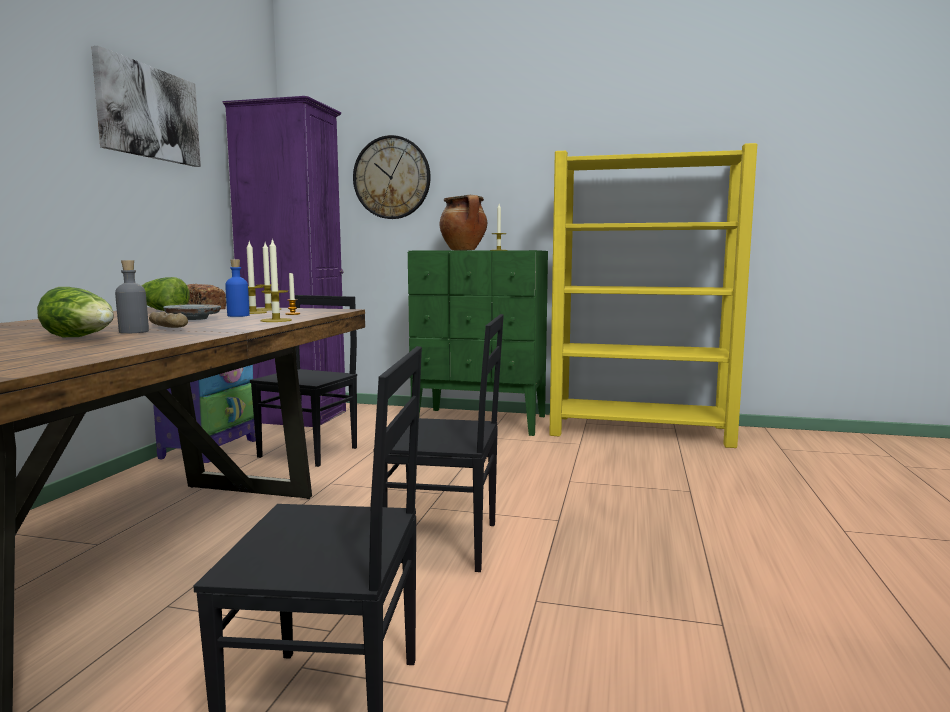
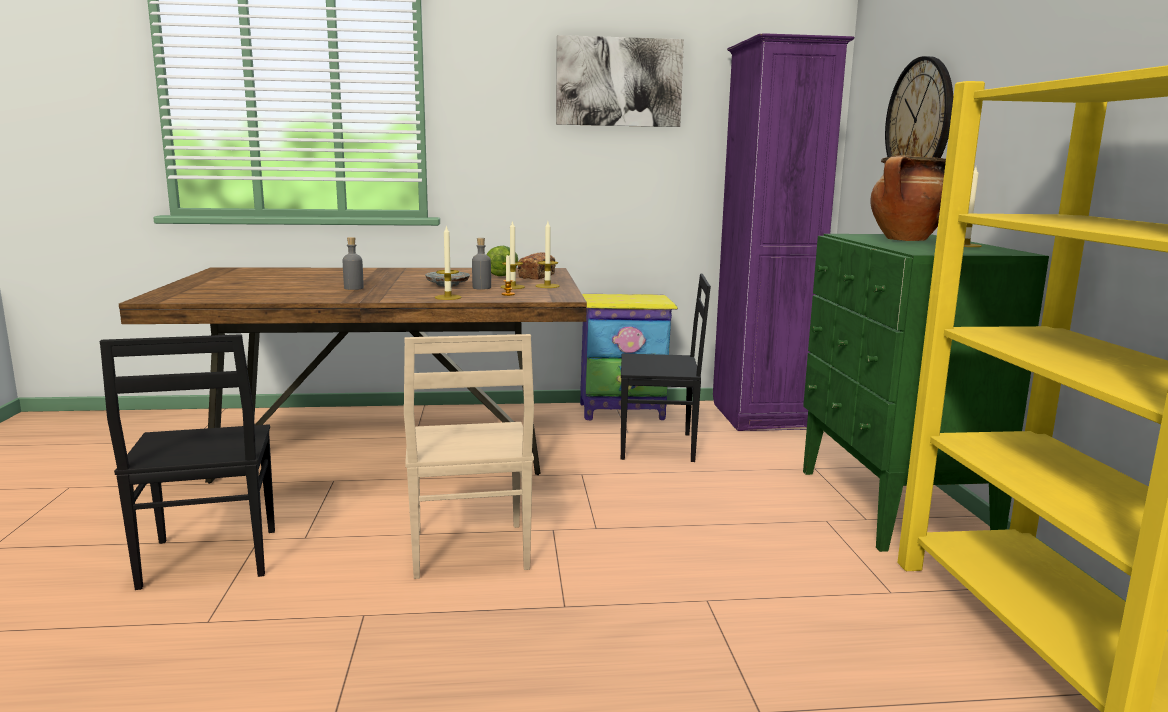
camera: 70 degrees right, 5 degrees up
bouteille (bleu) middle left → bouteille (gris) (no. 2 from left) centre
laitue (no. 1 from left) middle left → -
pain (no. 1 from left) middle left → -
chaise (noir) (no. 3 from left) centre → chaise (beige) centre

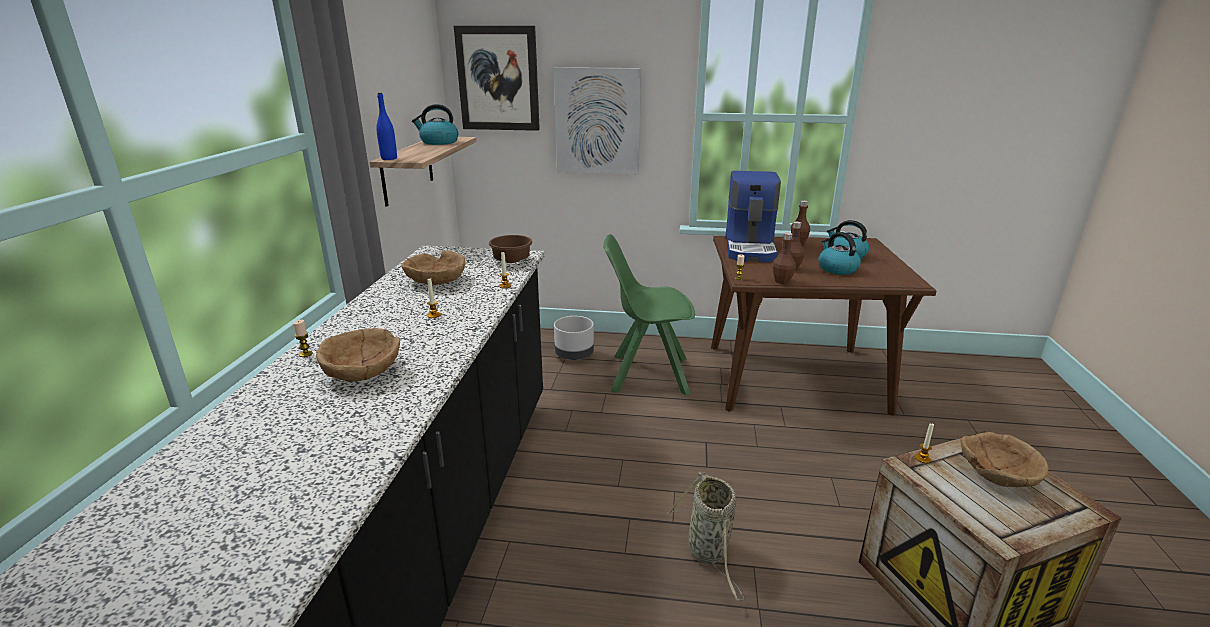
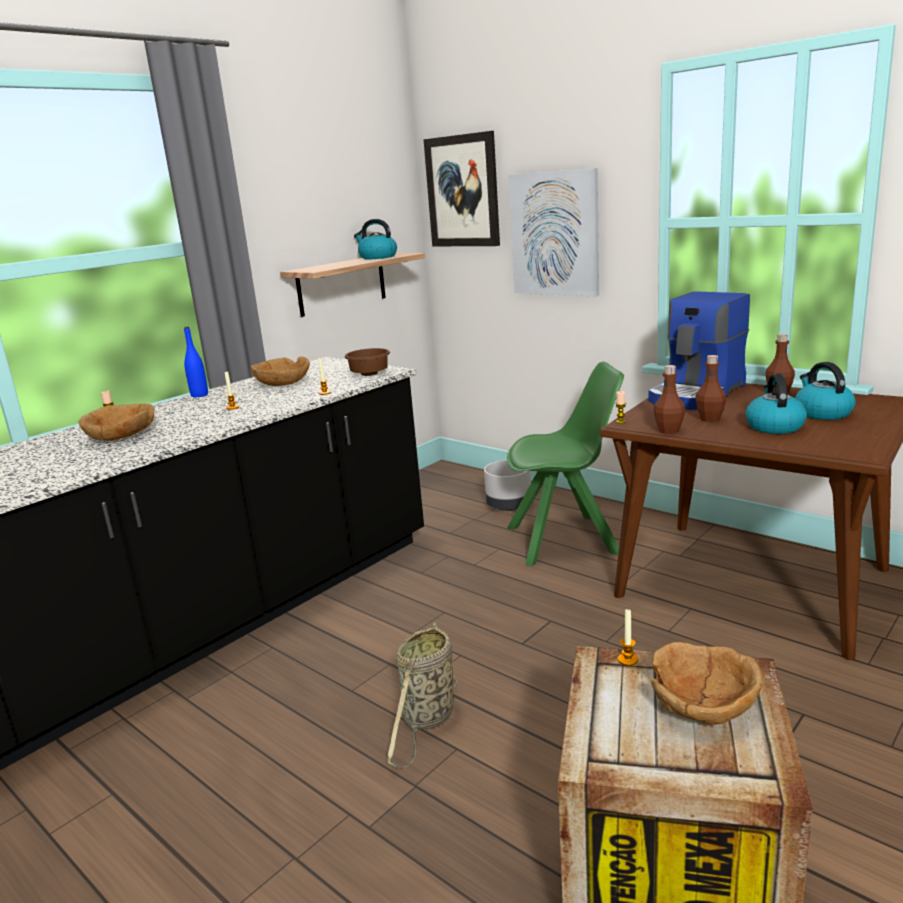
camera: 35 degrees right, 5 degrees down
bouteille (bleu) top left → bouteille (bleu) middle left, relocated
chaise (vert) centre, 135 degrees clockwise

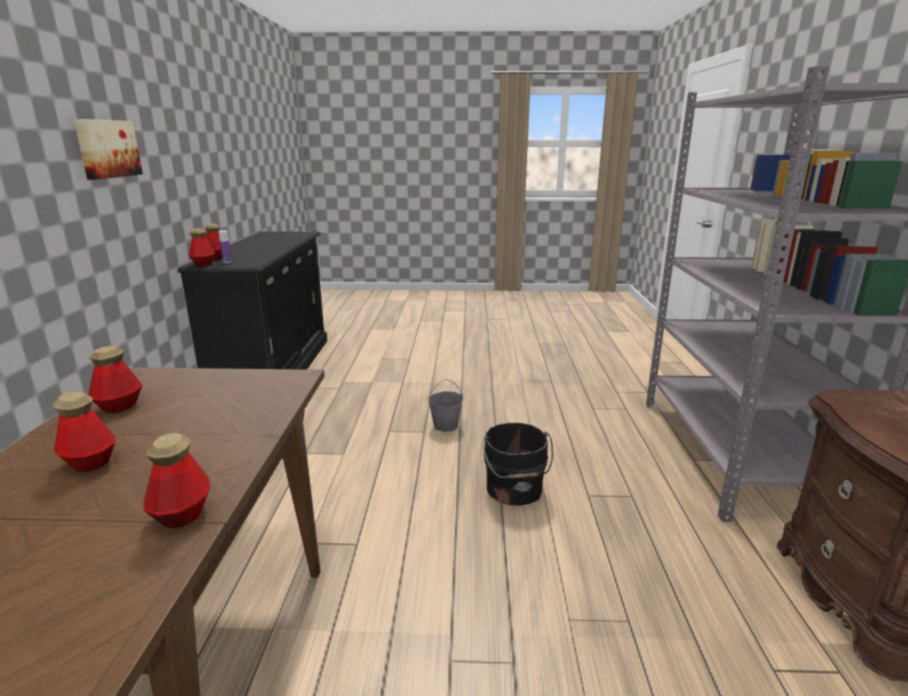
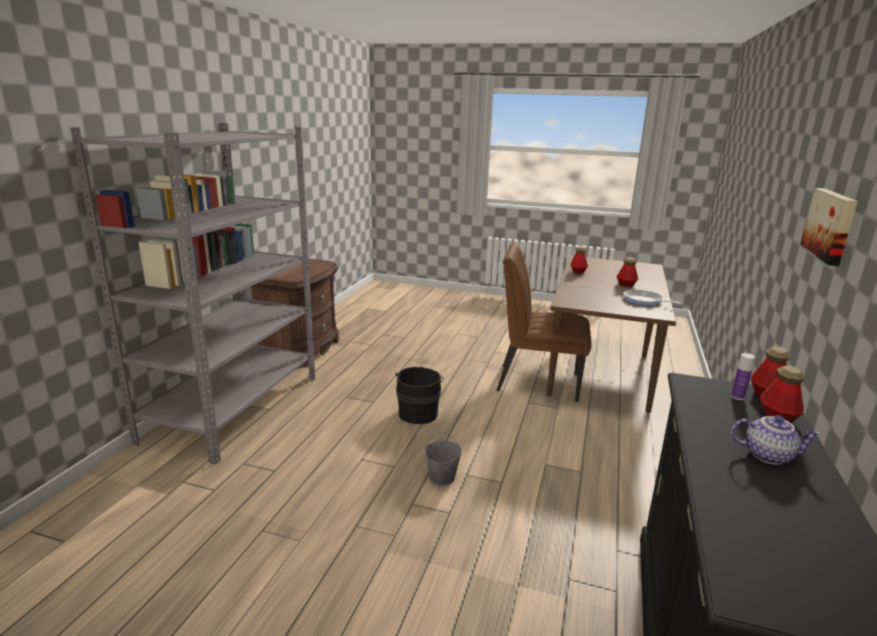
camera: 165 degrees left, 0 degrees up
bouteille (no. 2 from left) middle left → poêle middle right
- → chaise (marron) centre
- → théière bottom right

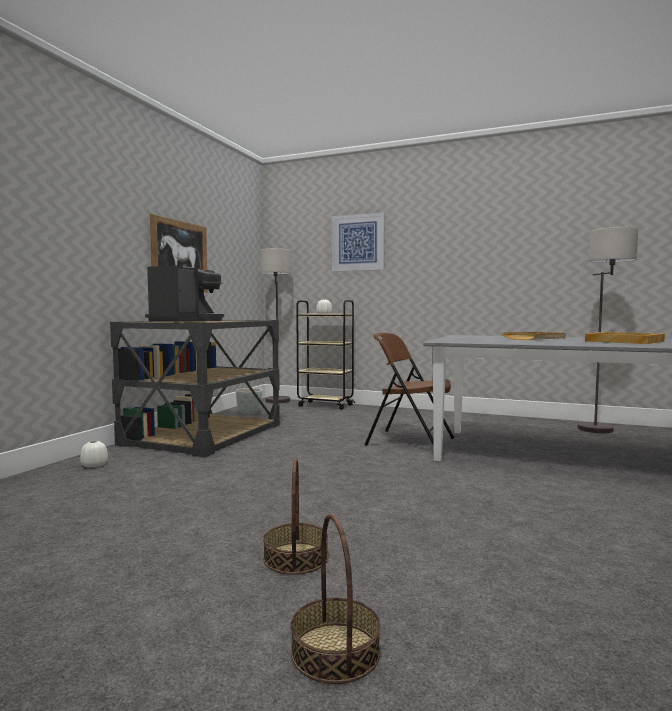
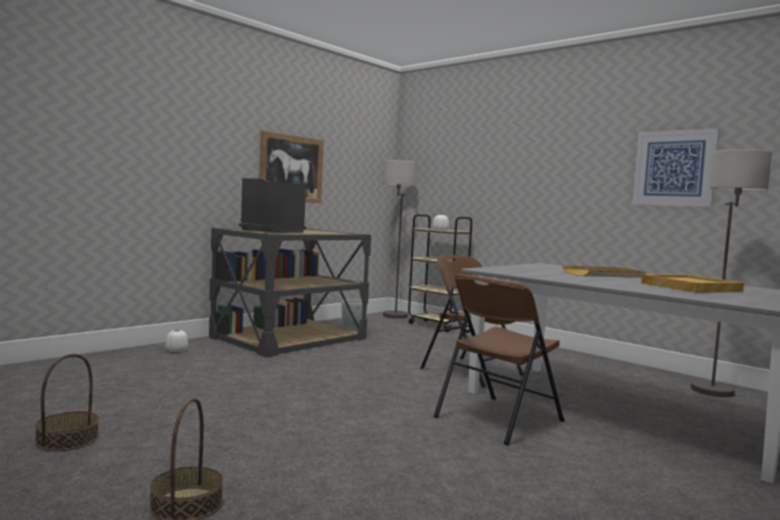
camera: 20 degrees right, 0 degrees up
tableau (no. 2 from left) centre → tableau (no. 2 from left) top right, relocated
machine à café middle left → machine à café centre, 105 degrees counterclockwise
panier (no. 1 from left) bottom centre → panier (no. 1 from left) bottom left, relocated
- → chaise (marron) (no. 2 from left) bottom centre

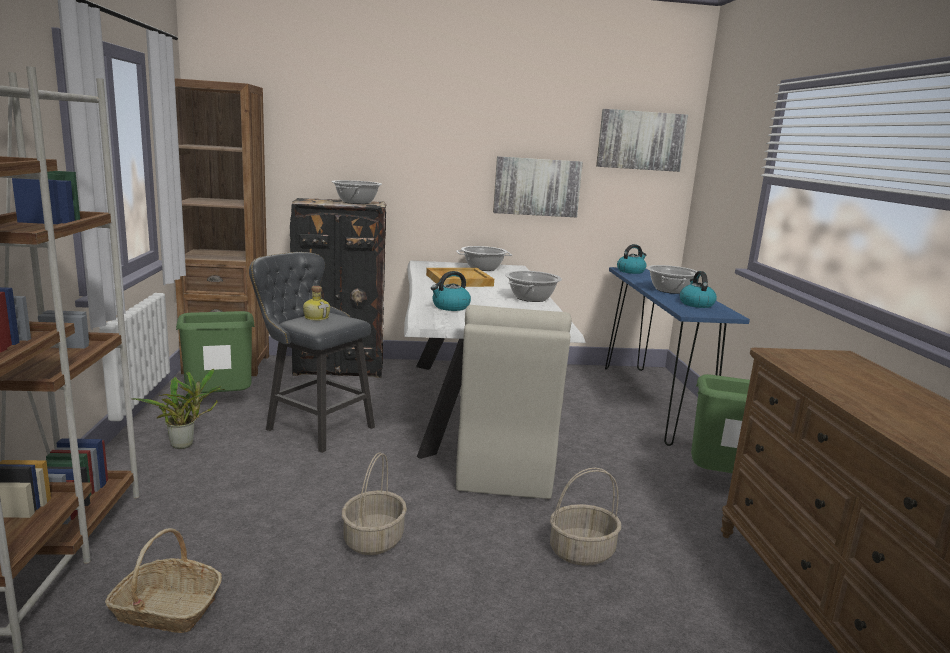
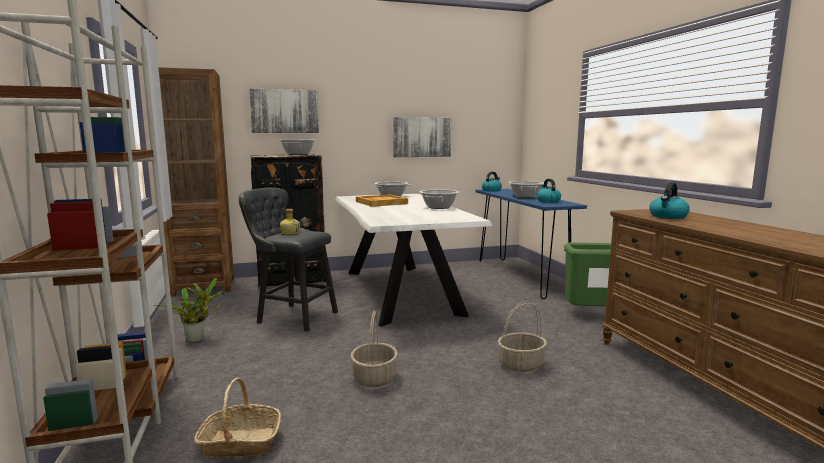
camera: 10 degrees left, 5 degrees down
tableau (no. 2 from left in the first image) top right → tableau (no. 1 from left) top centre, relocated
bouilloire (no. 1 from left in the first image) centre → bouilloire (no. 3 from left) middle right, relocated
chaise (beige) centre → -
poubelle (vert) (no. 1 from left) middle left → -

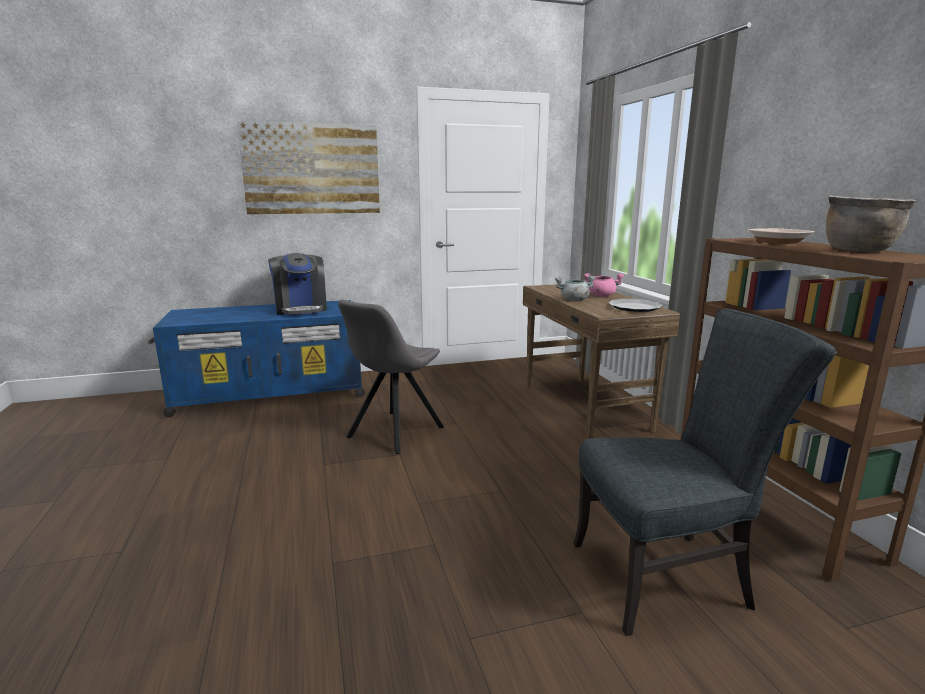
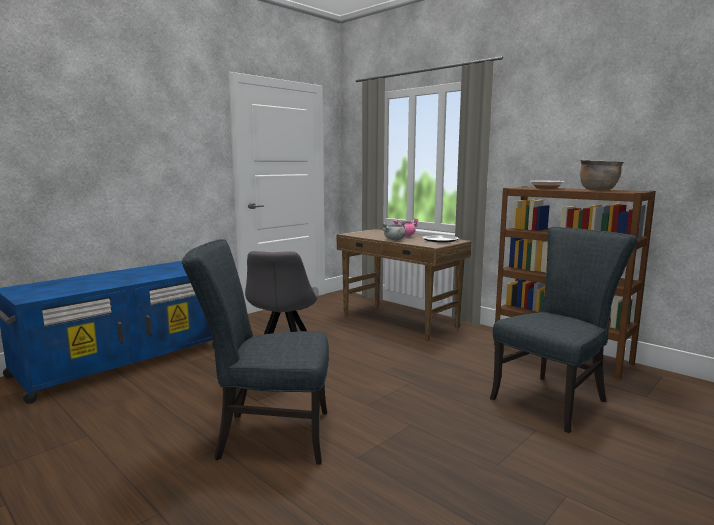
camera: 30 degrees left, 5 degrees down
tableau top left → -
machine à café middle left → -
- → chaise (gris) (no. 1 from left) bottom centre

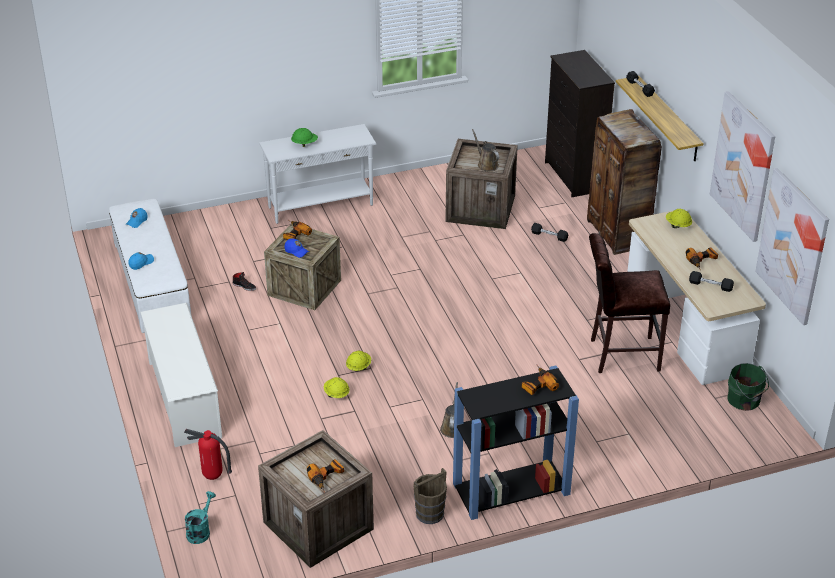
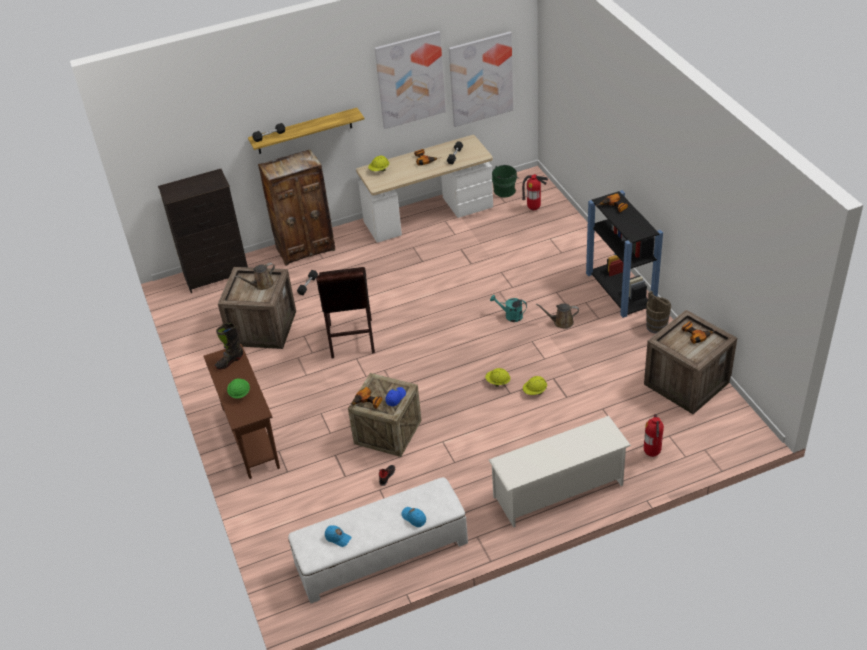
camera: 90 degrees left, 5 degrees up
table console (blanc) top centre → table console (marron) middle left
tabouret (marron) middle right → tabouret (marron) centre, relocated
arrosoir (turquoise) bottom left → arrosoir (turquoise) centre, relocated
- → extincteur (no. 1 from left) top centre
- → botte (noir) middle left

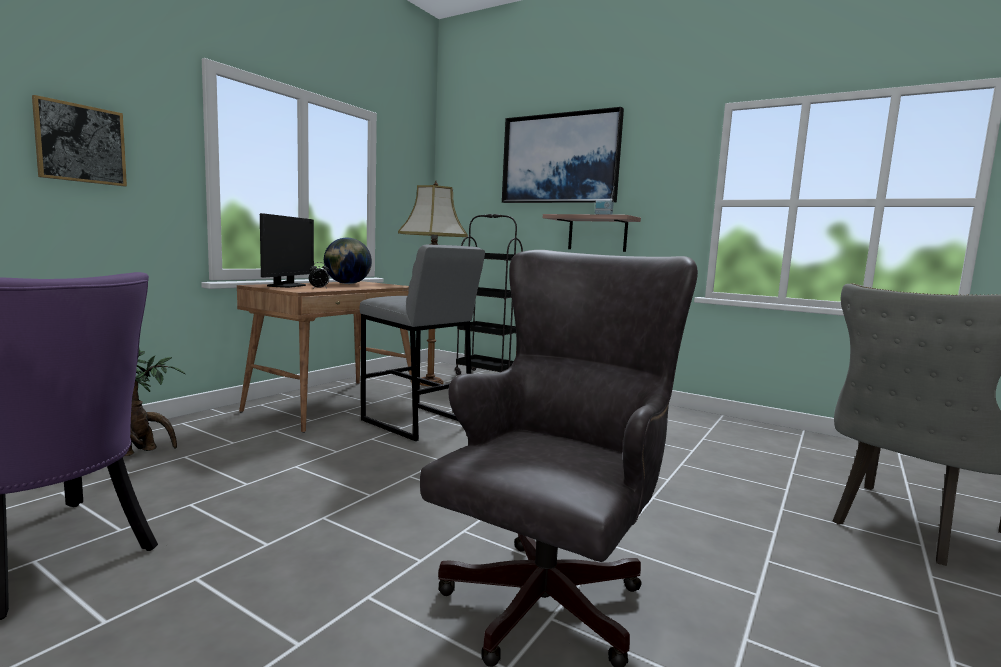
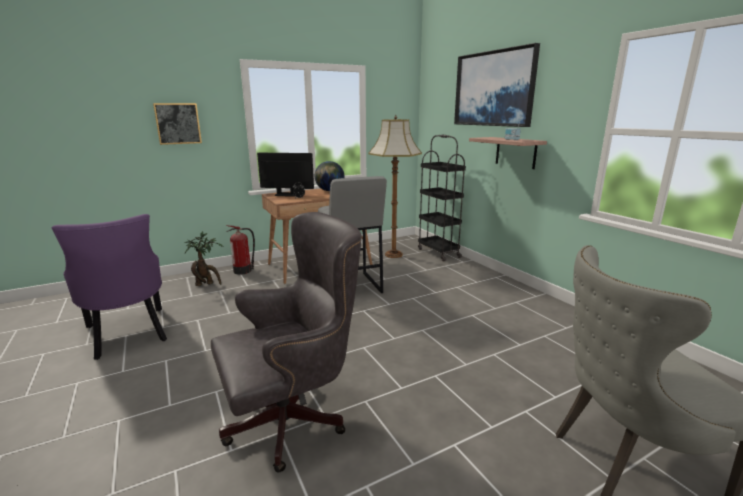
camera: 30 degrees right, 10 degrees up
écran d'ordinateur middle left → écran d'ordinateur centre, 120 degrees counterclockwise
- → extincteur middle left

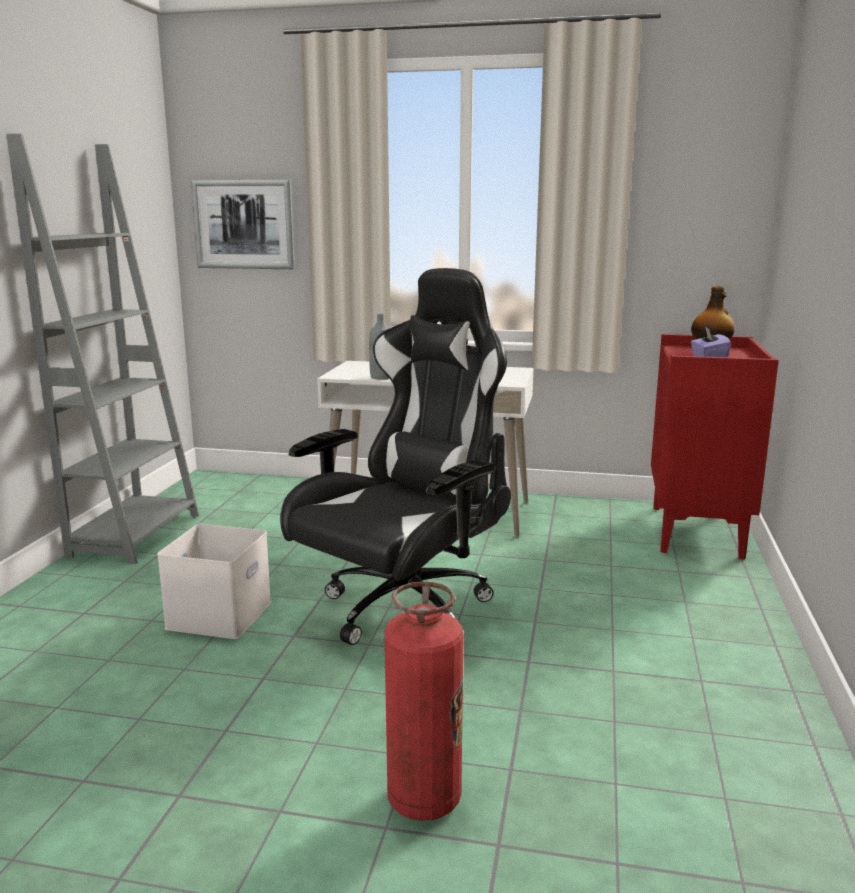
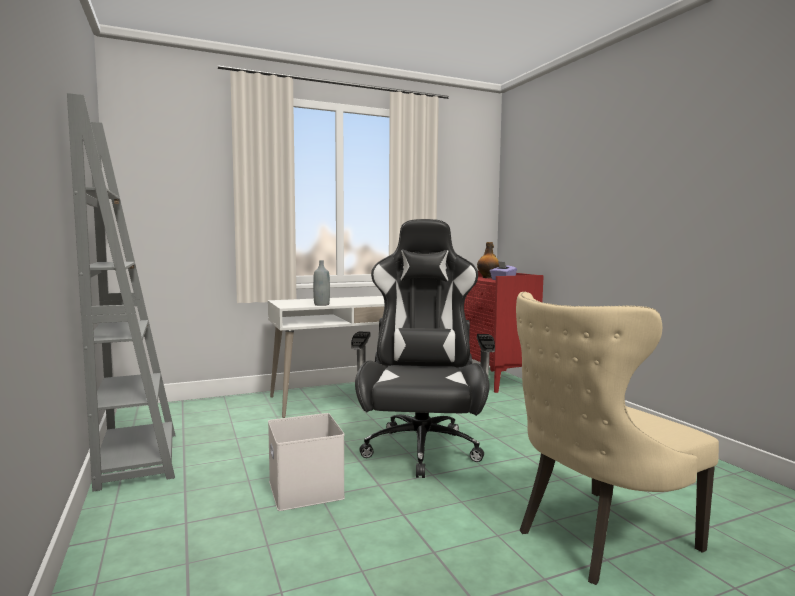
camera: 35 degrees left, 10 degrees down
tableau top left → -
extincteur bottom centre → chaise (beige) bottom right

